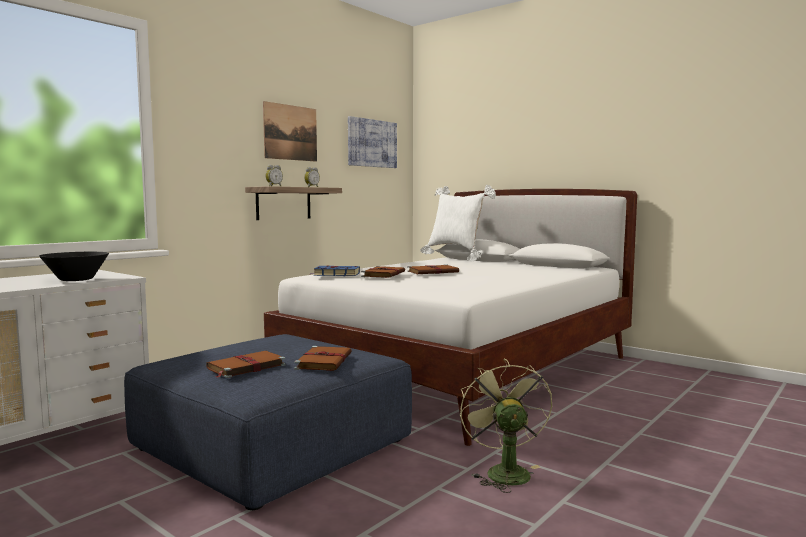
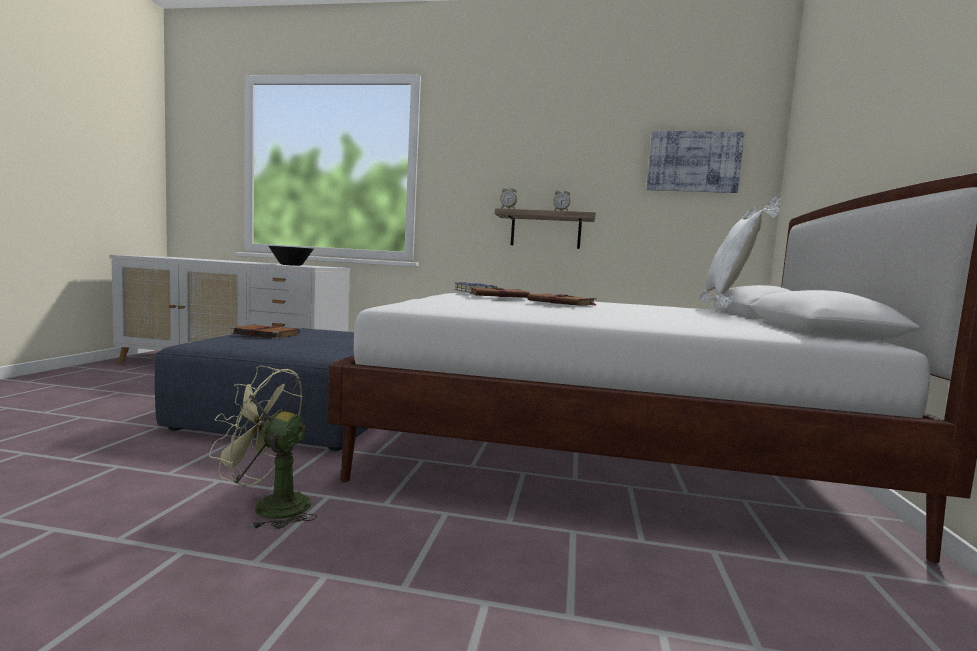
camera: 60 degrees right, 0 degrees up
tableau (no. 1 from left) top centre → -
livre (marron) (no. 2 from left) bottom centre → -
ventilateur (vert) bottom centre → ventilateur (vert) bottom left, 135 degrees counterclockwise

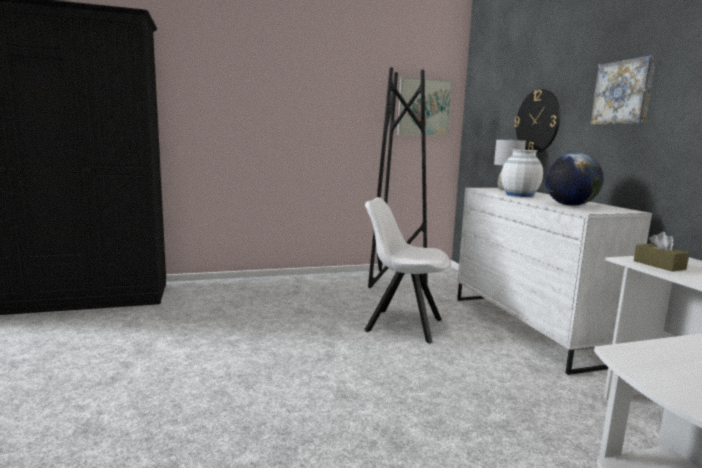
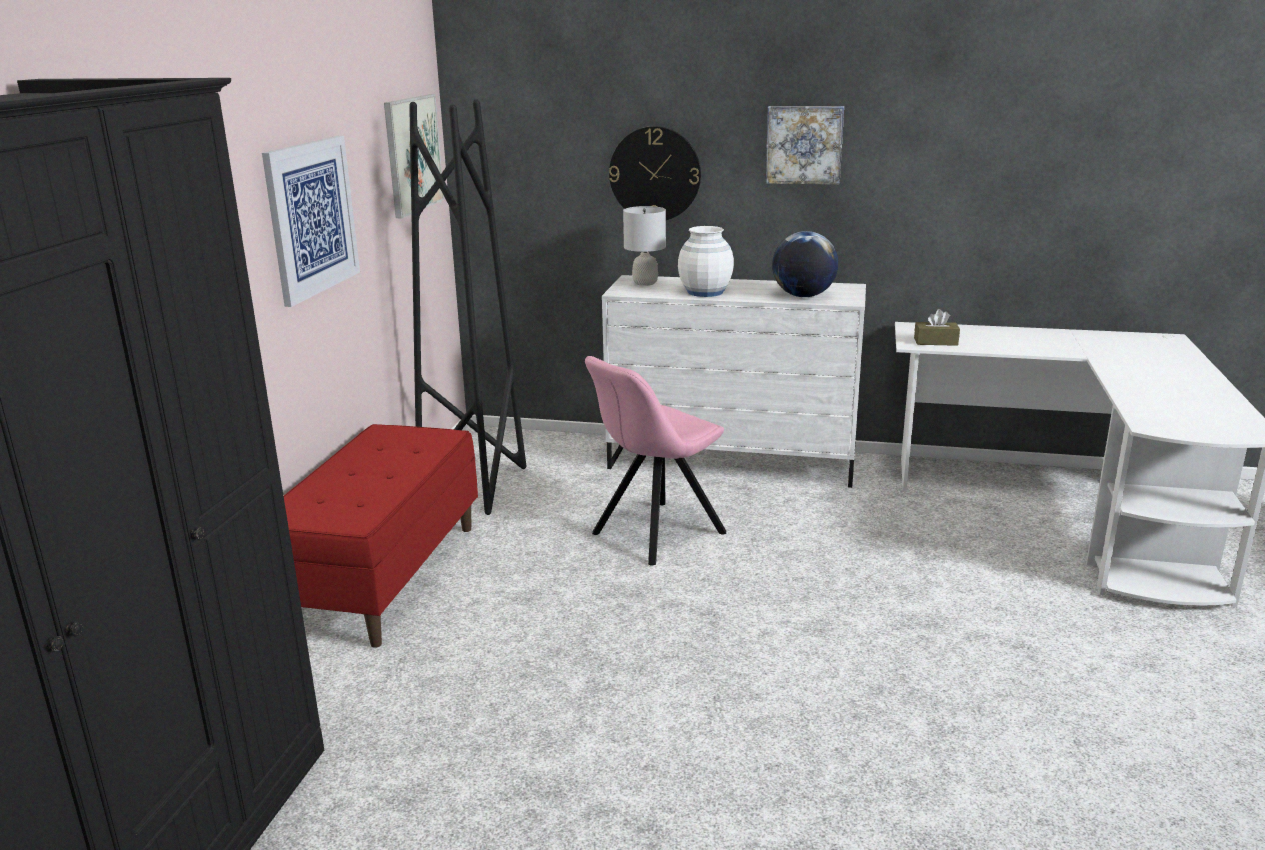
camera: 60 degrees left, 10 degrees up
chaise (blanc) centre → chaise (rose) centre
- → tableau (no. 1 from left) top left
- → banc (rouge) middle left

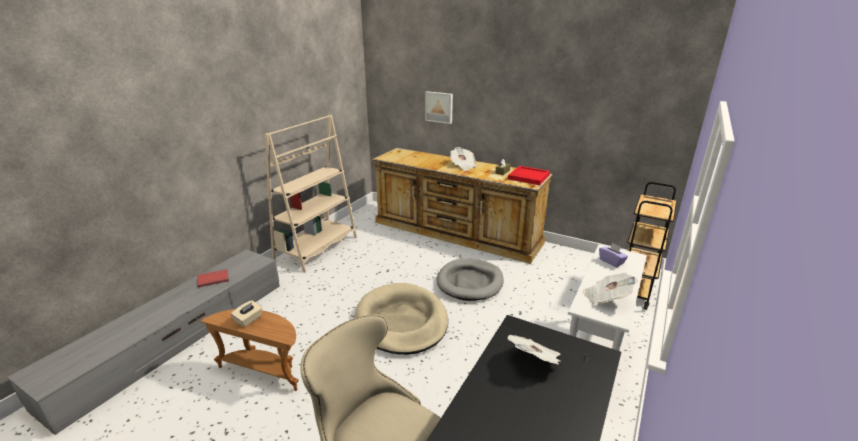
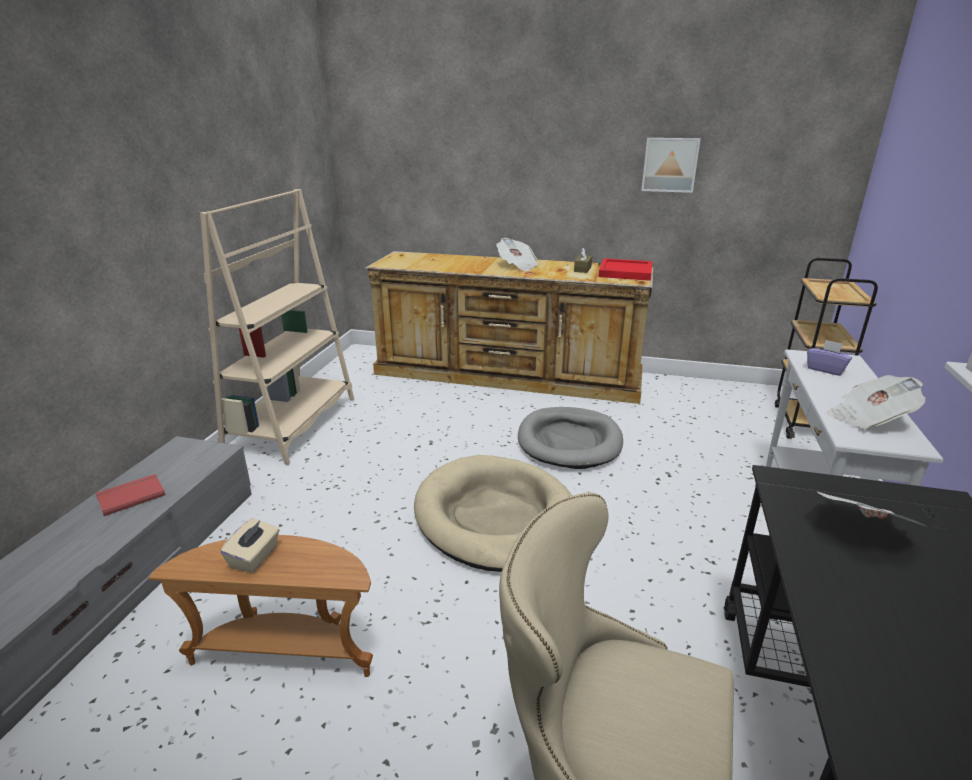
camera: 15 degrees left, 0 degrees up
tableau top centre → tableau top right, relocated

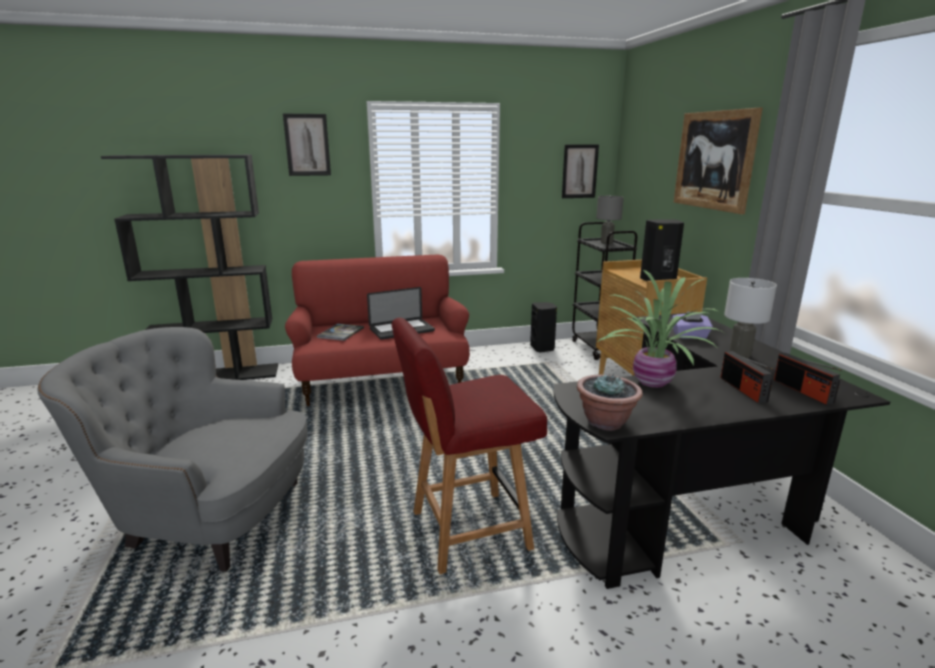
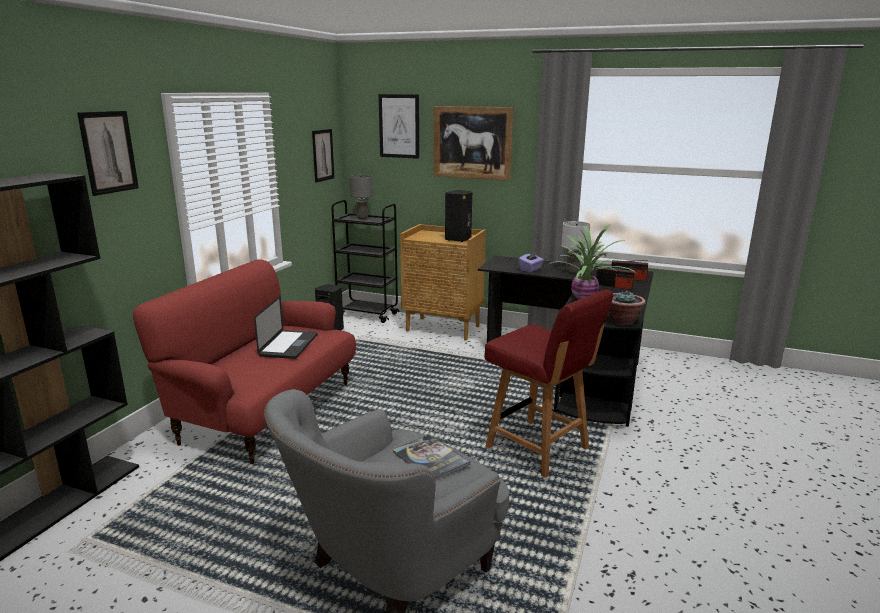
camera: 55 degrees left, 0 degrees up
chaise (rouge) bottom centre → chaise (rouge) centre, 60 degrees counterclockwise
livre centre → livre bottom centre, relocated
- → tableau (no. 3 from left) top centre

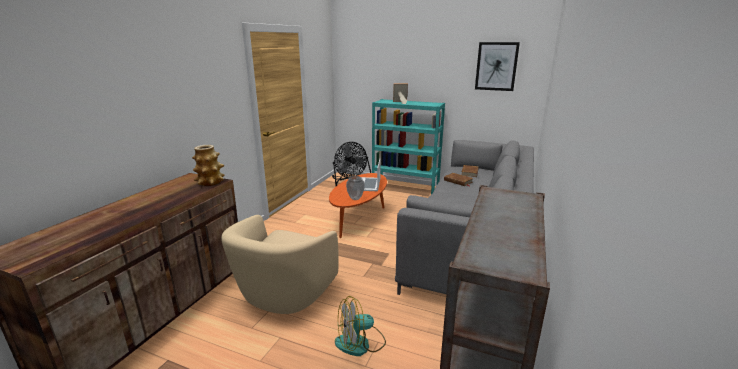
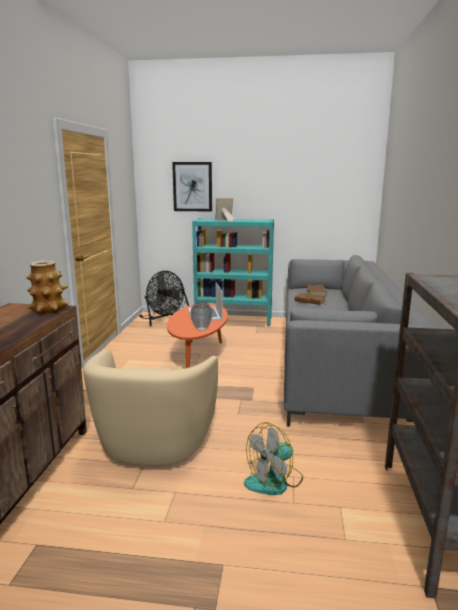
camera: 15 degrees left, 5 degrees down
tableau top right → tableau top centre, relocated

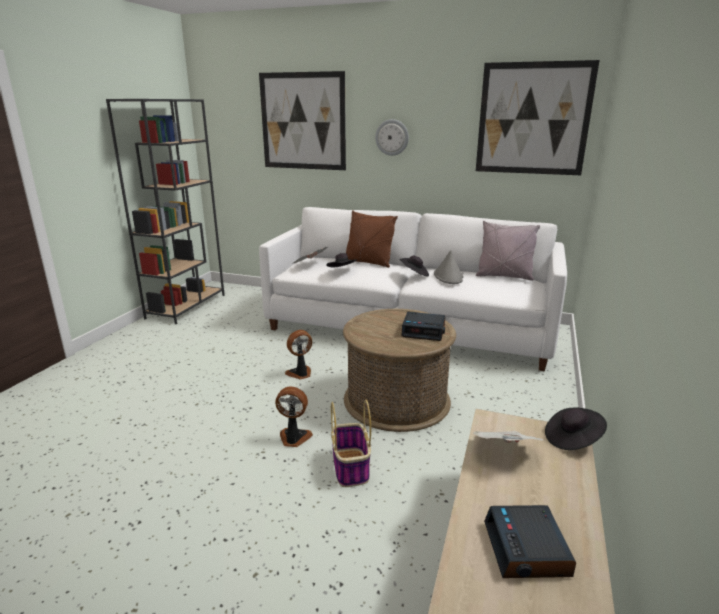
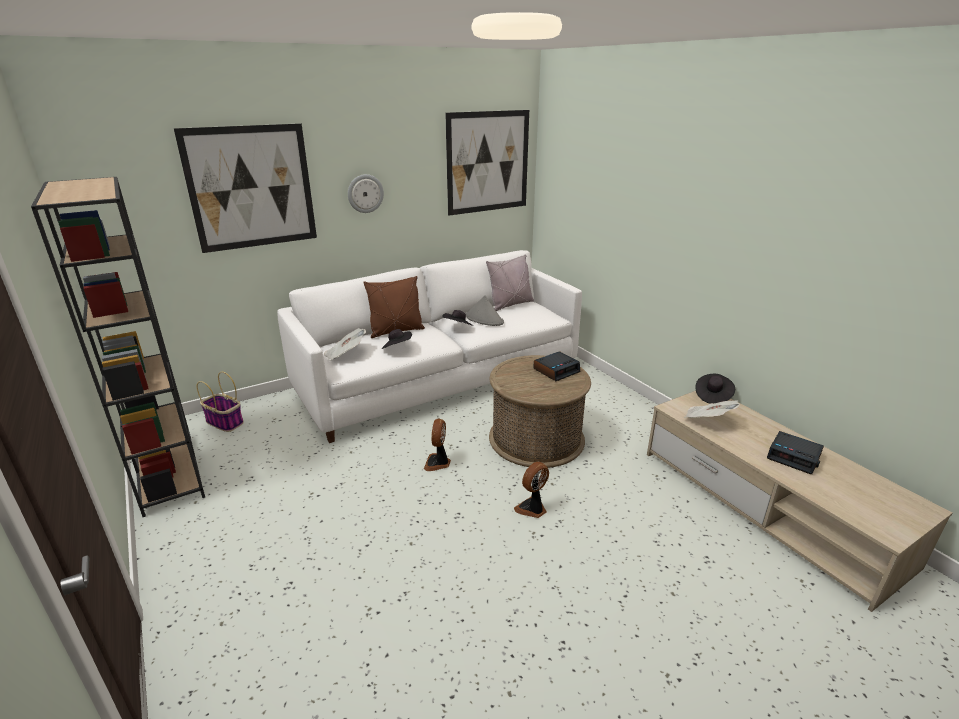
camera: 50 degrees left, 5 degrees up
panier bottom centre → panier middle left, relocated

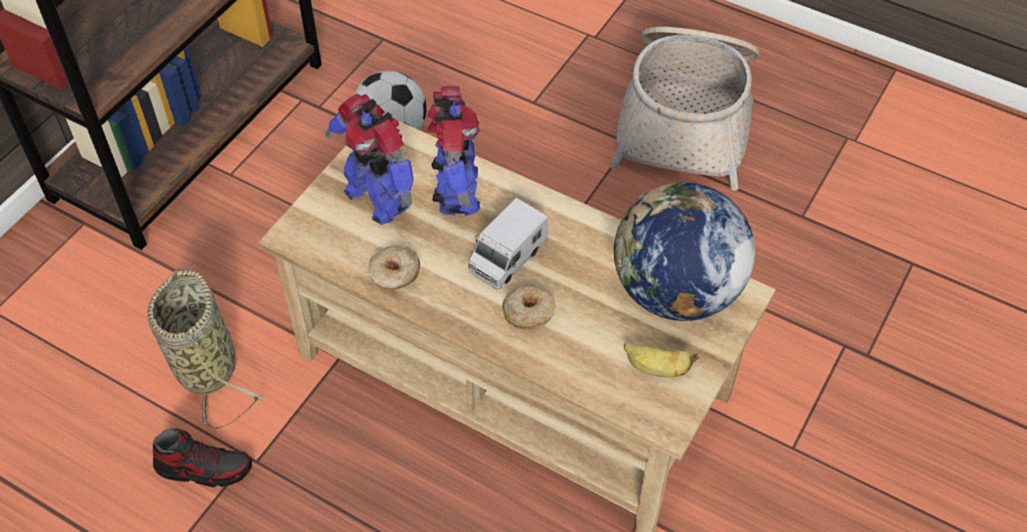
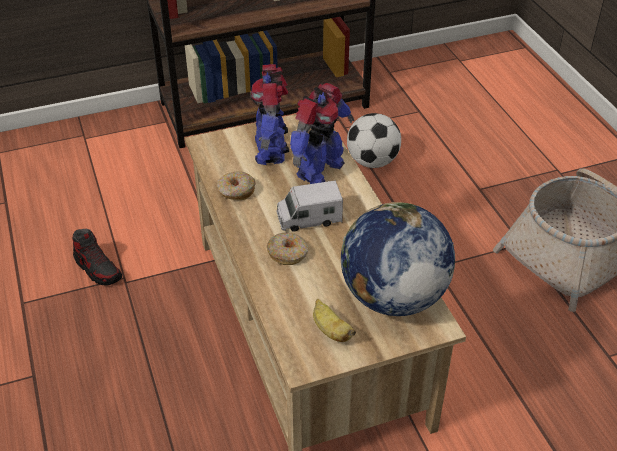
camera: 40 degrees right, 10 degrees down
panier (no. 1 from left) middle left → -

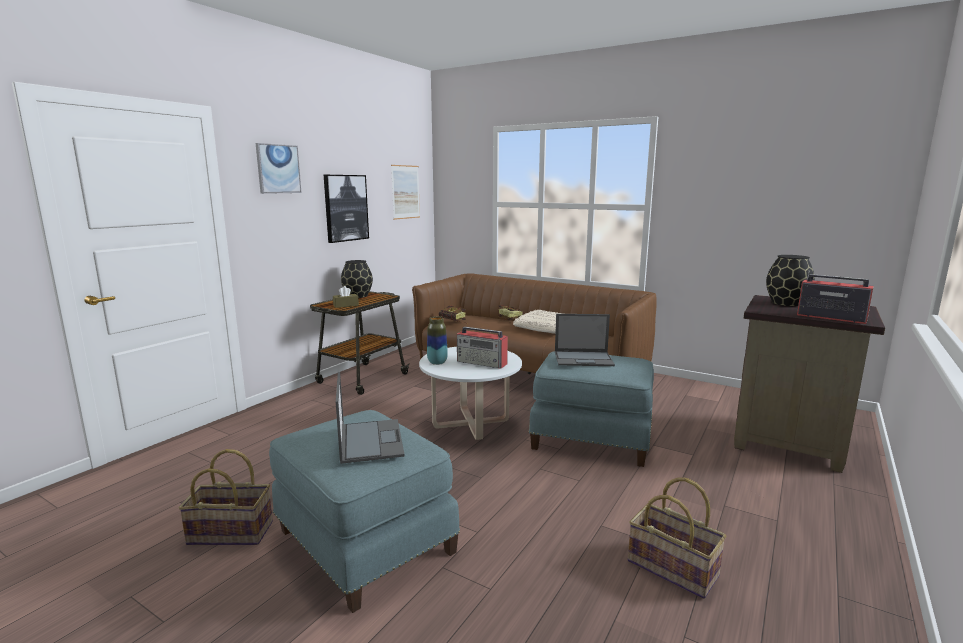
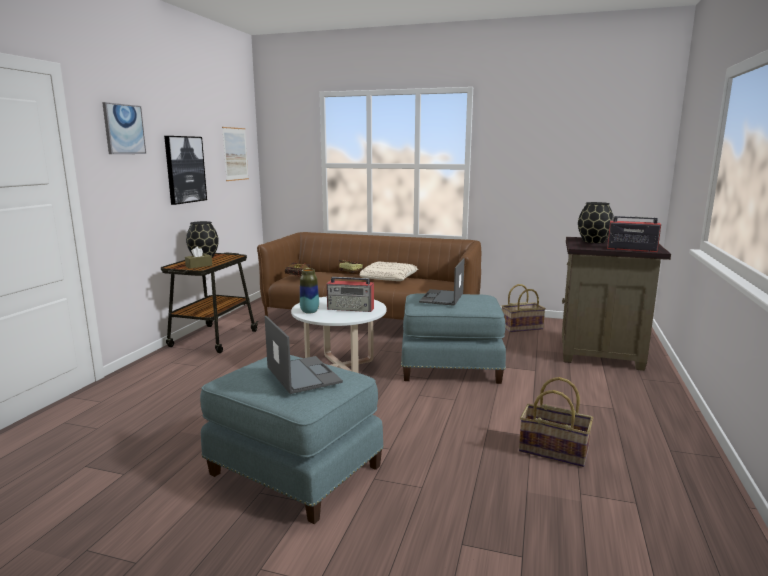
camera: 15 degrees left, 0 degrees up
ordinateur portable (no. 2 from left) centre, 120 degrees clockwise
panier (no. 1 from left) bottom left → panier (no. 1 from left) middle right, relocated

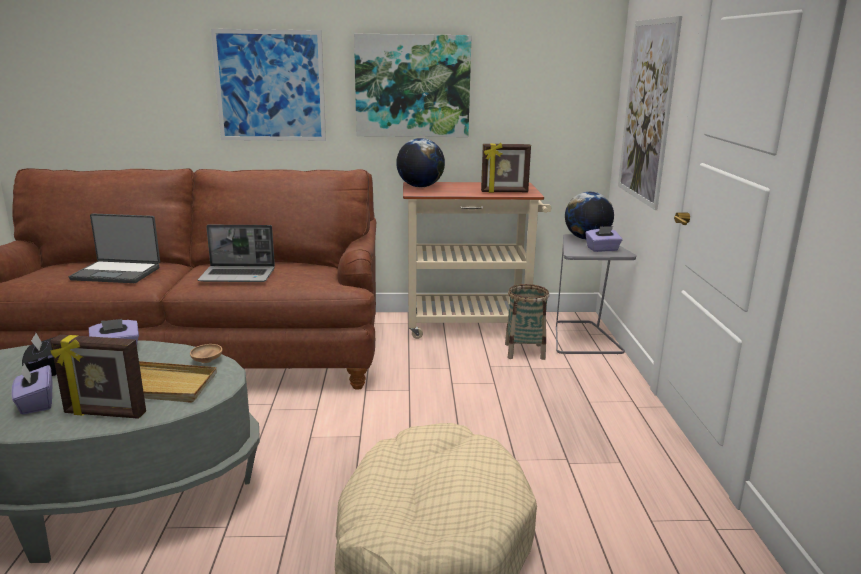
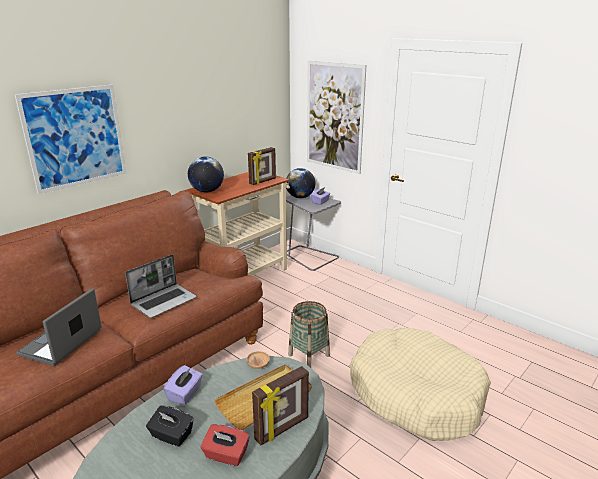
camera: 45 degrees left, 5 degrees up
tableau (no. 2 from left) top centre → -
ordinateur portable (no. 1 from left) middle left → ordinateur portable (no. 1 from left) bottom left, 150 degrees clockwise
panier centre → panier bottom centre, relocated
boîte à mouchoirs (violet) (no. 1 from left) bottom left → boîte à mouchoirs (rouge) bottom centre

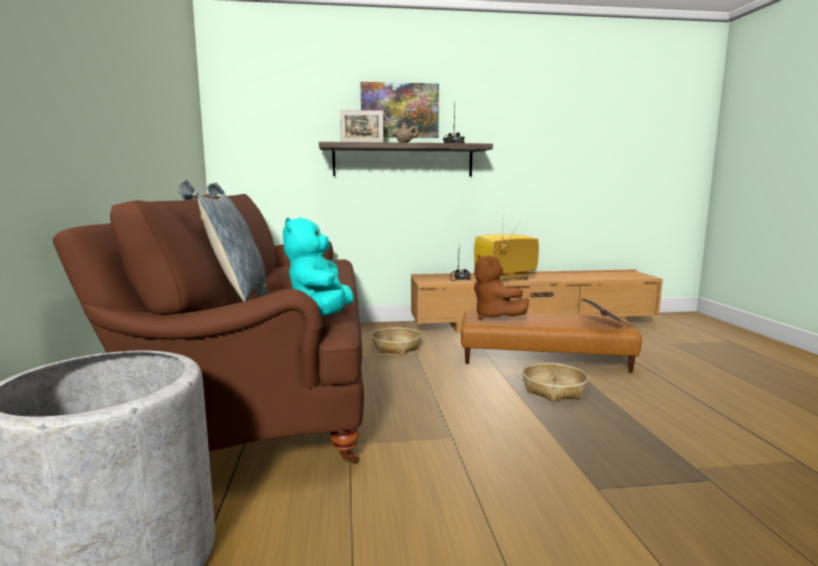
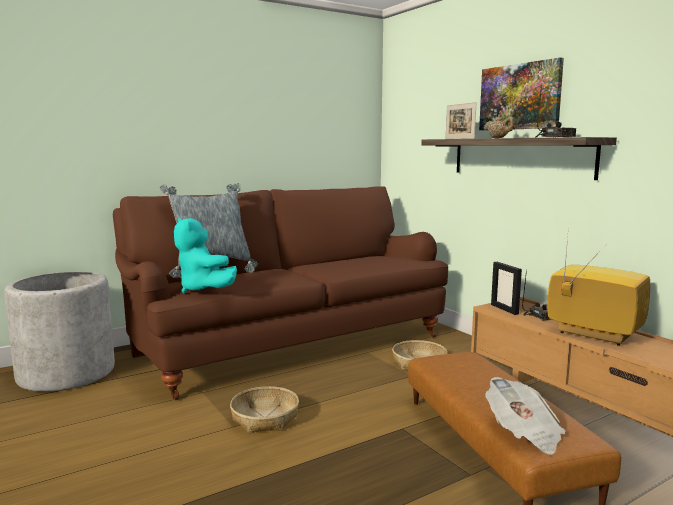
camera: 65 degrees right, 0 degrees up
peluche (turquoise) centre → peluche (turquoise) middle left, 105 degrees counterclockwise
peluche (marron) centre → -
panier (no. 2 from left in the first image) bottom right → panier (no. 1 from left) bottom centre, relocated
- → cadre photo (no. 2 from left) middle right

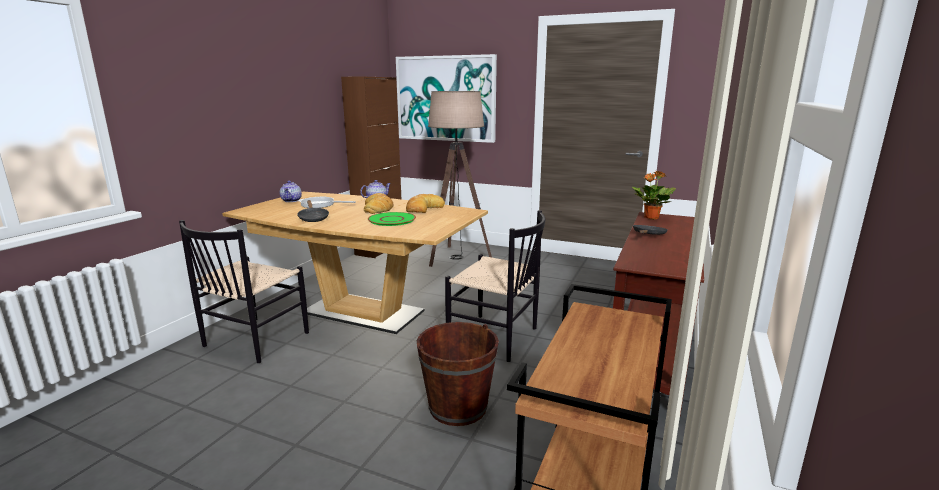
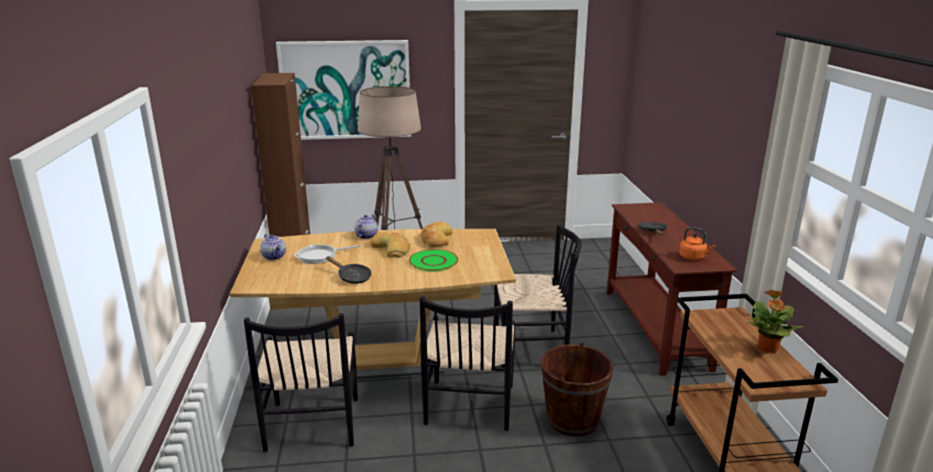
camera: 30 degrees left, 5 degrees up
plante en pot middle right → plante en pot bottom right, relocated
- → bouilloire (orange) middle right
- → chaise (noir) (no. 2 from left) bottom centre

